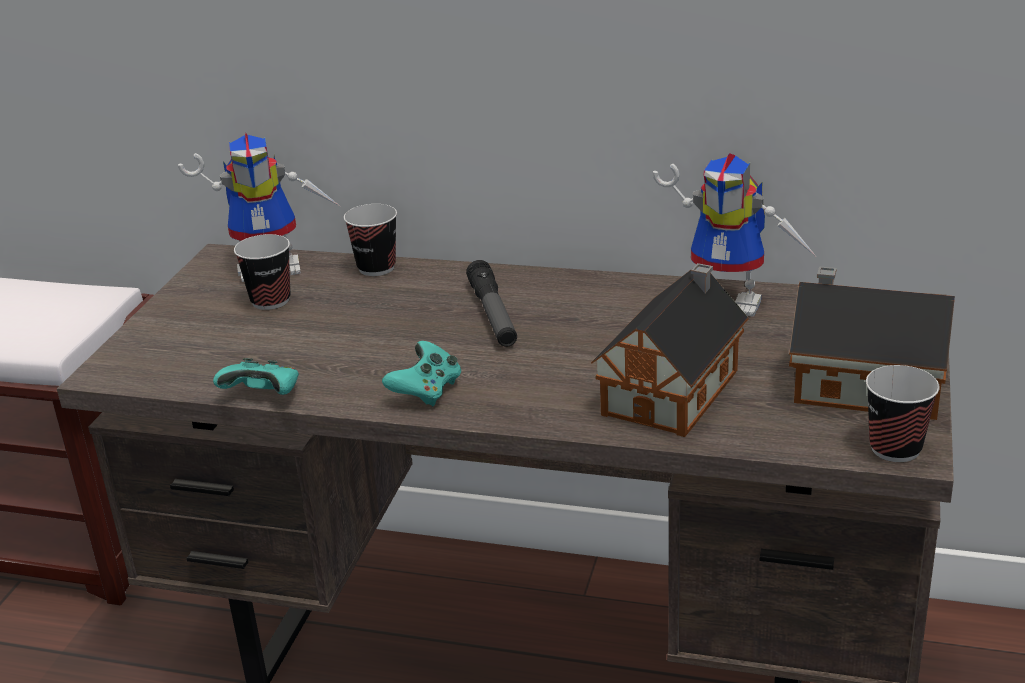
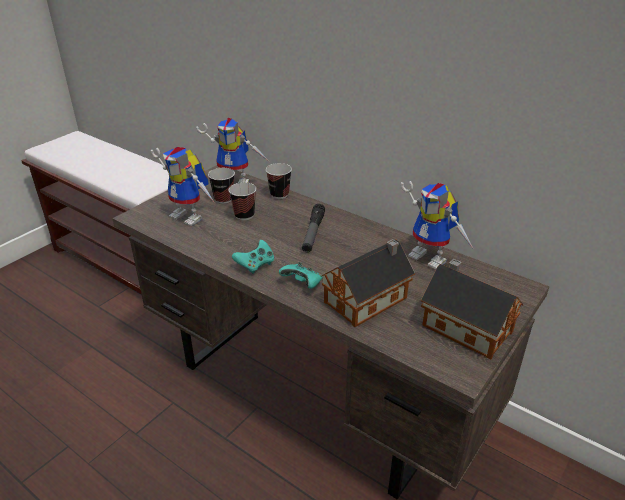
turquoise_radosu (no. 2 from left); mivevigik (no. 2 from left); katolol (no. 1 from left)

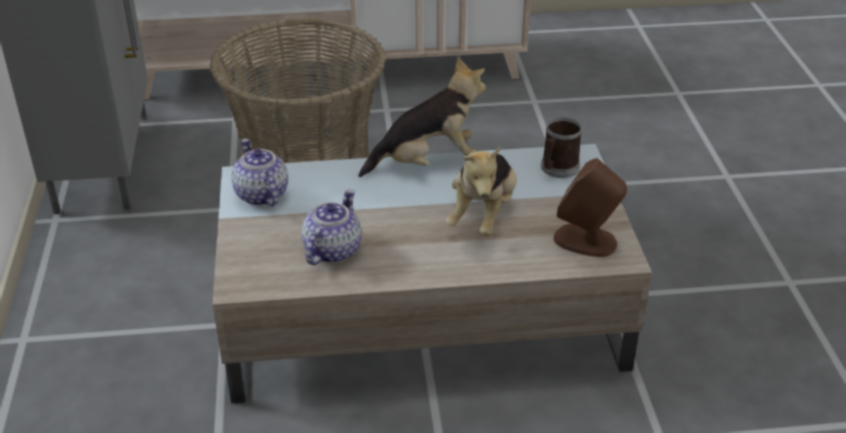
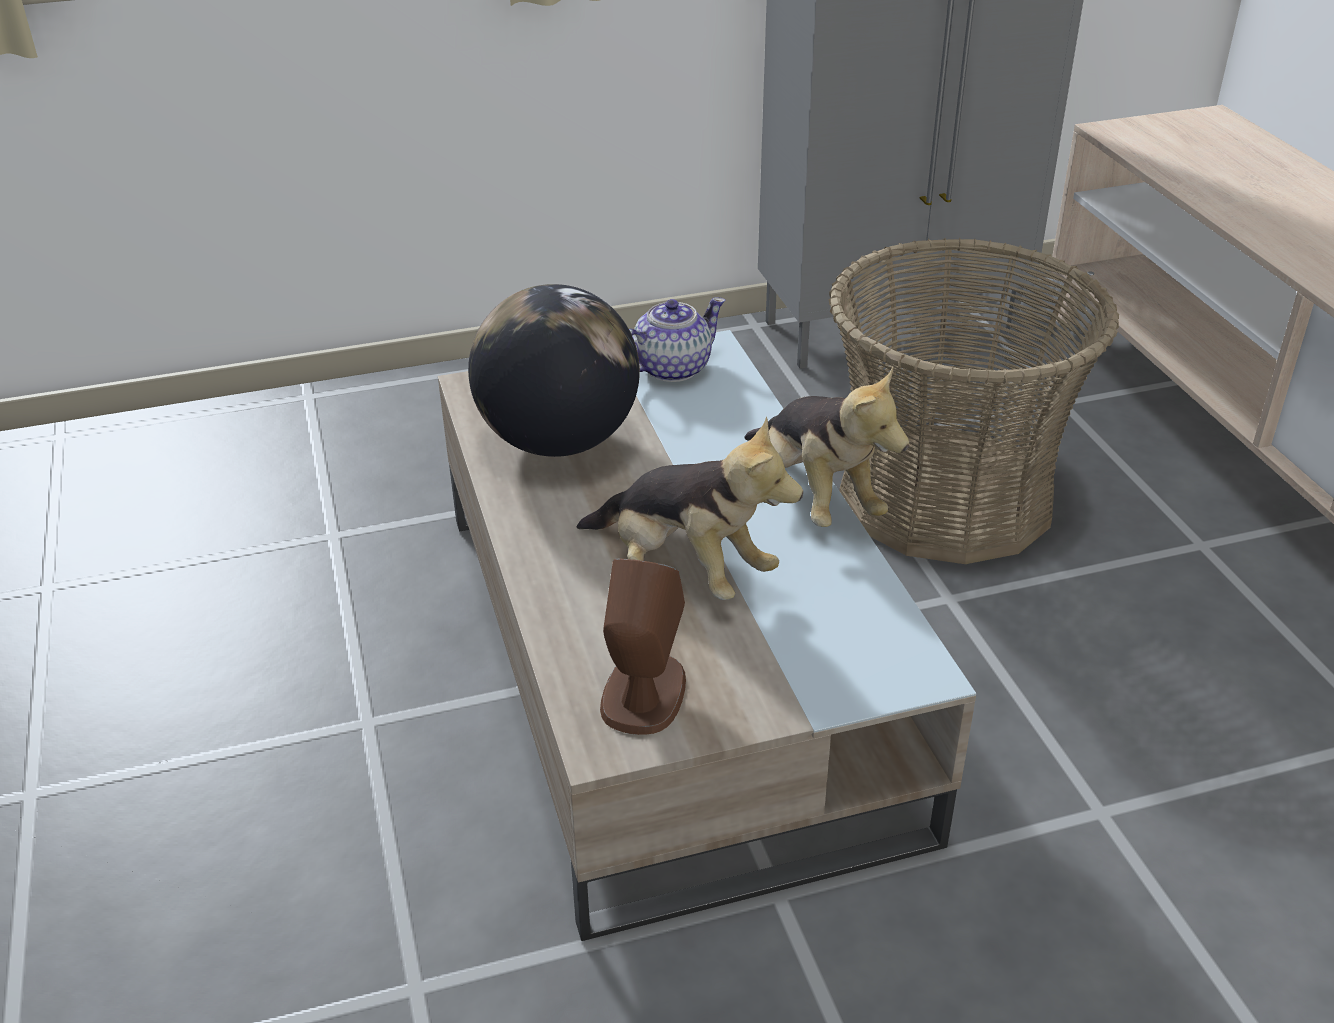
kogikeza; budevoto (no. 1 from left); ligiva

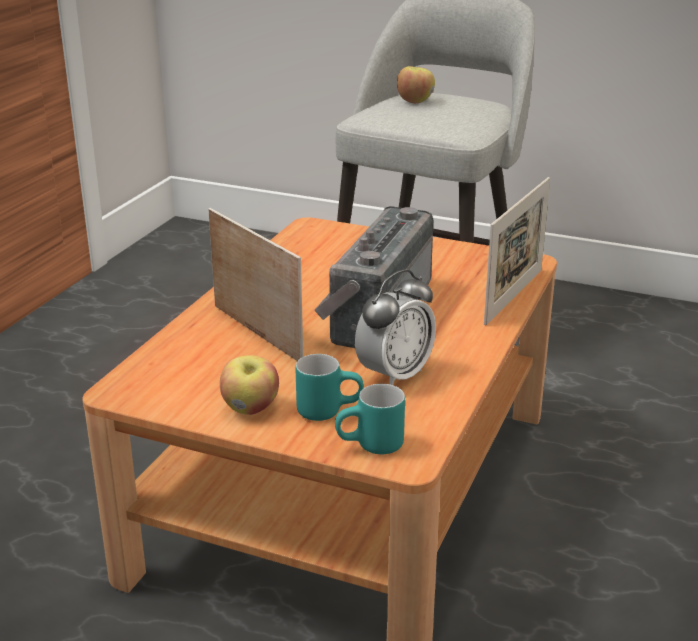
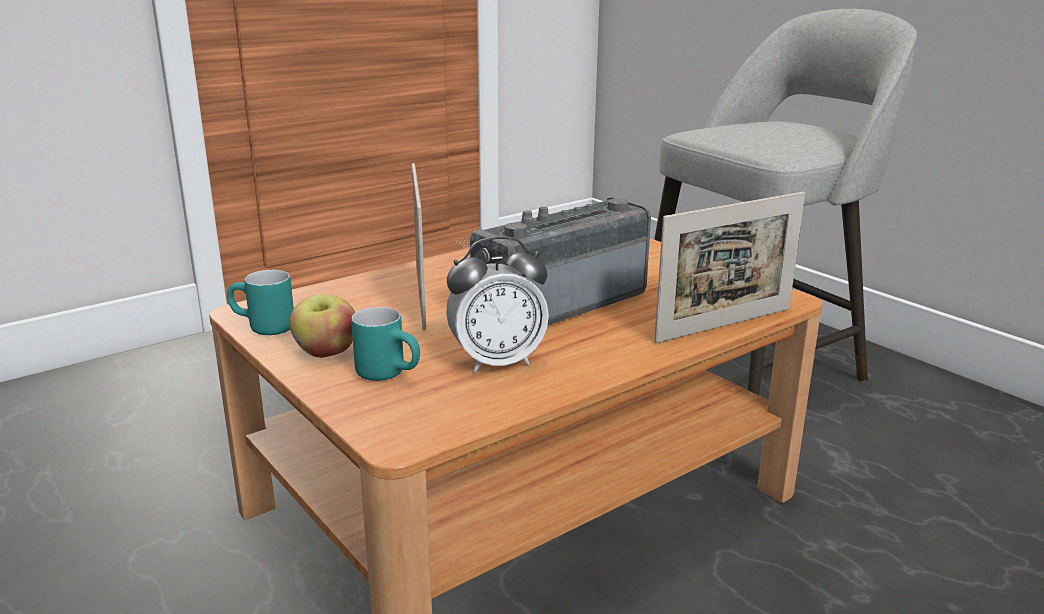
turquoise_ligiva (no. 1 from left); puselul (no. 2 from left in the first image)

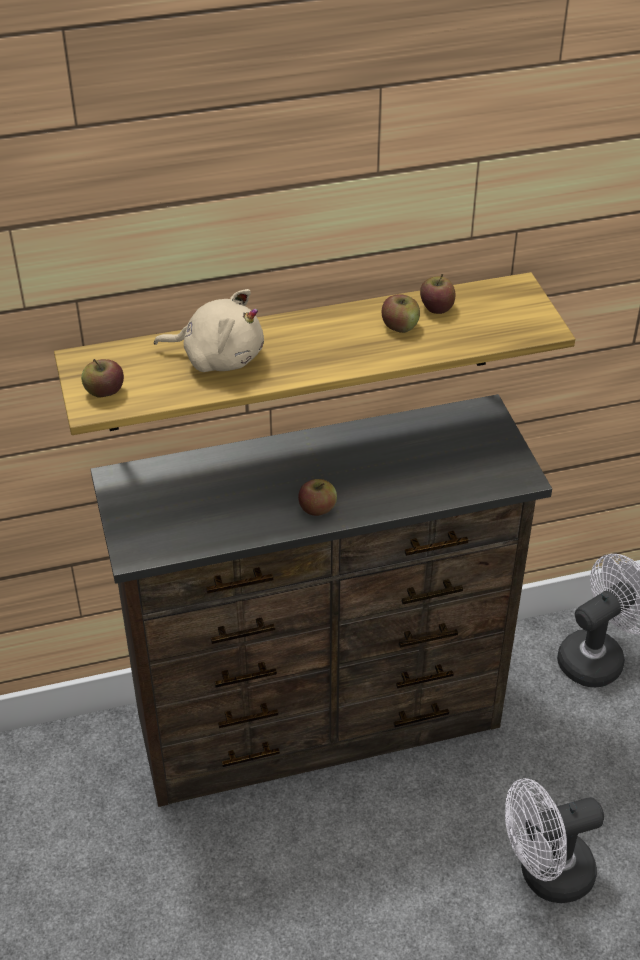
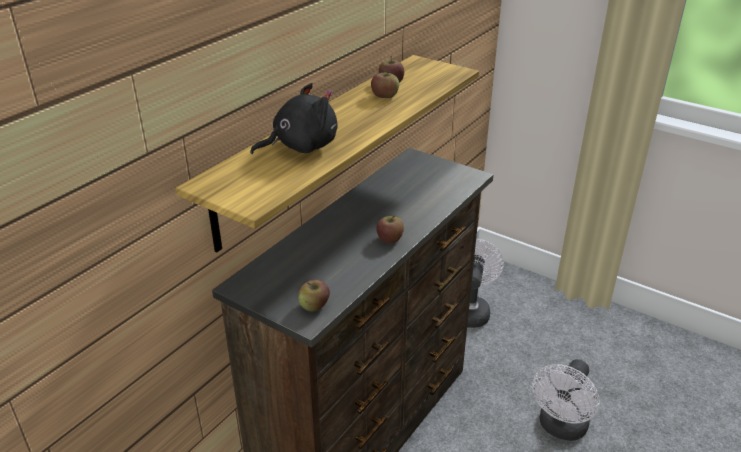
puselul (no. 1 from left); black_budevoto

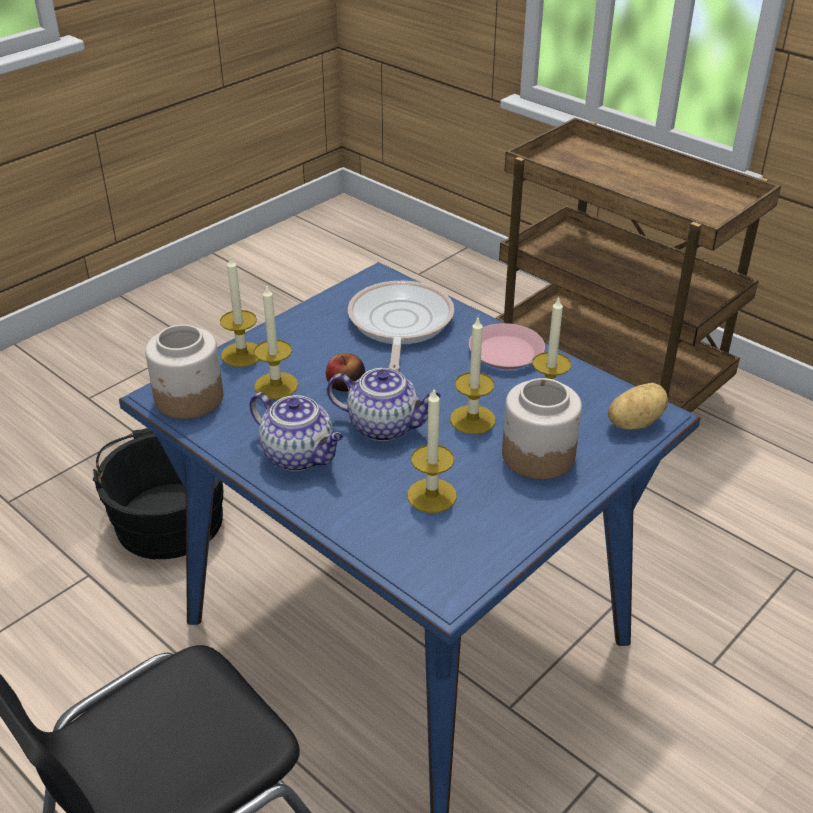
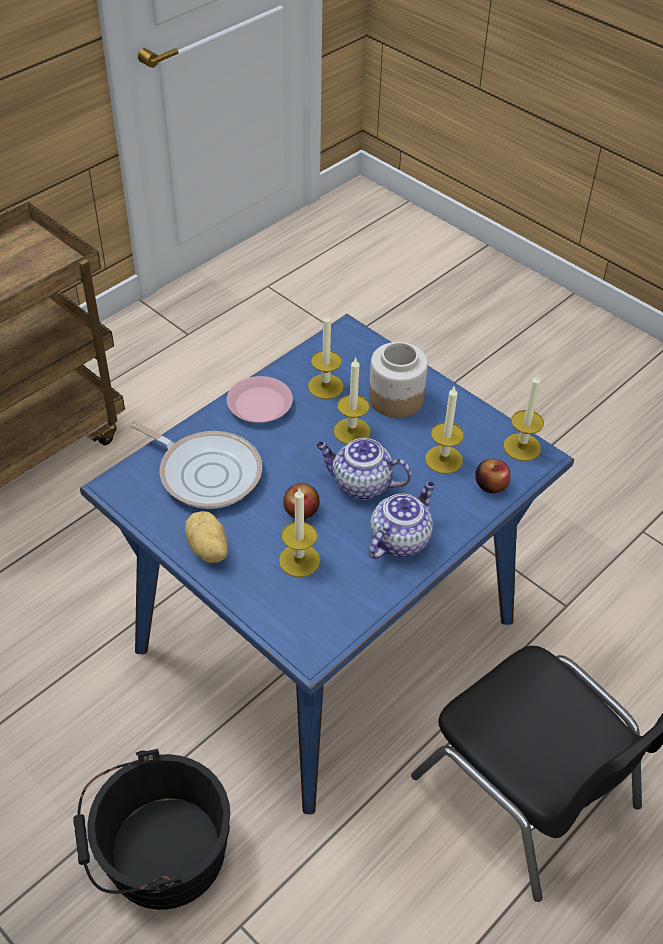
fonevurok (no. 1 from left in the first image); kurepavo (no. 5 from left); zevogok (no. 1 from left); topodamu; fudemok; puselul (no. 2 from left)

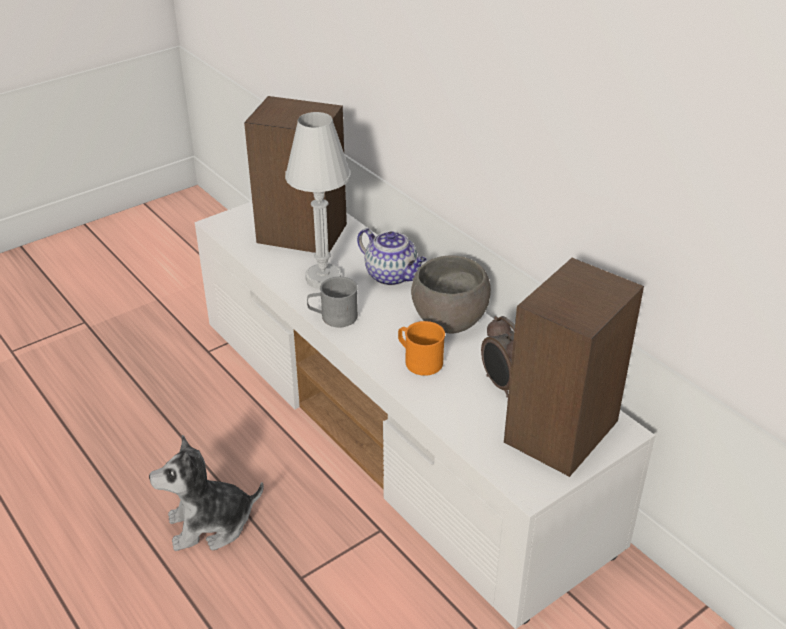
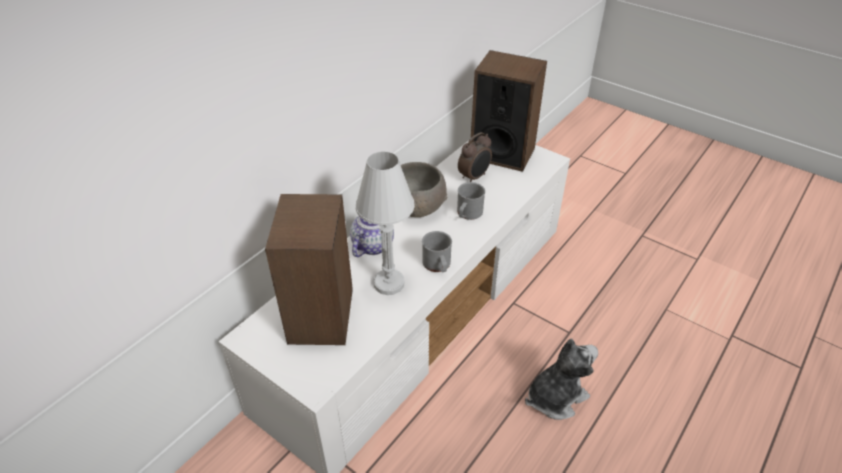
budevoto; grey_ligiva (no. 2 from left)

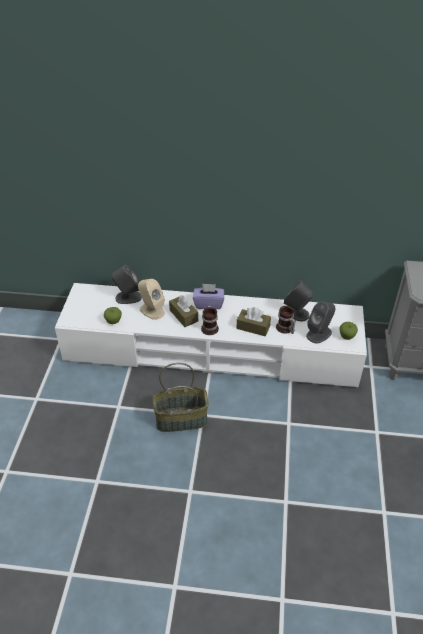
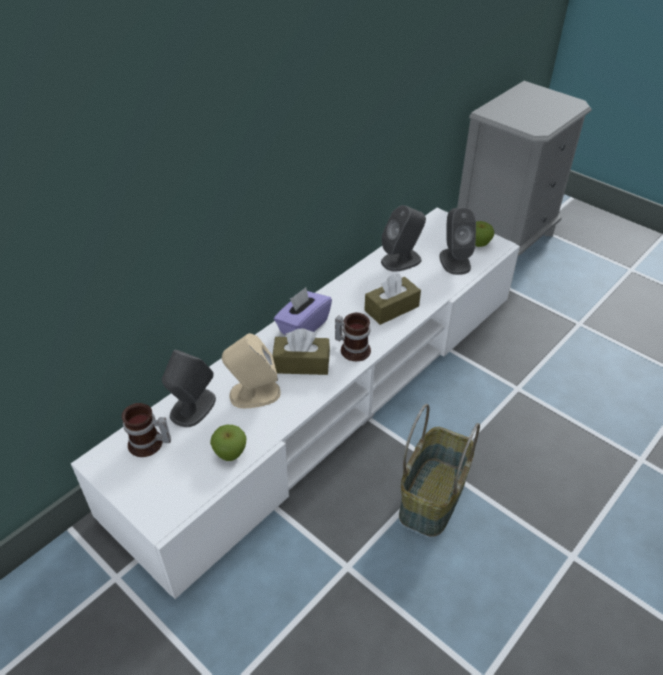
ligiva (no. 1 from left)

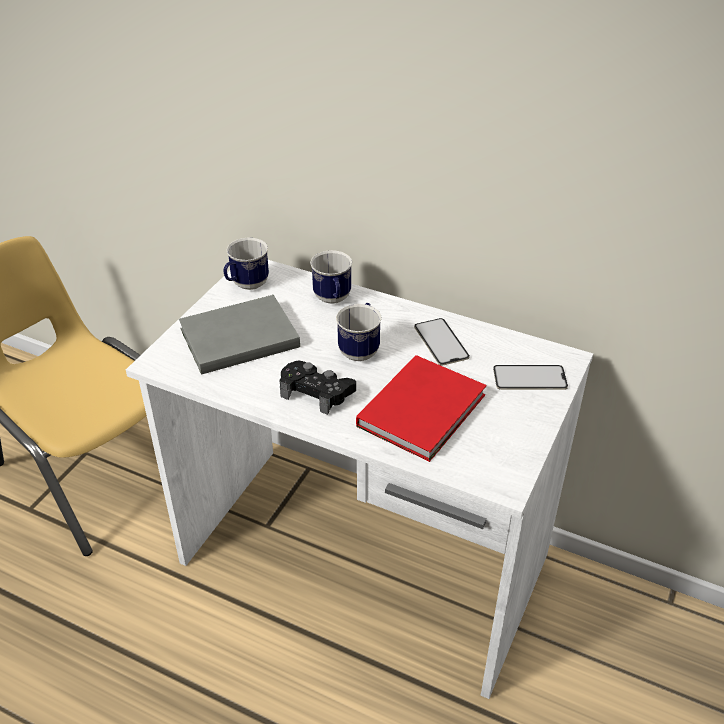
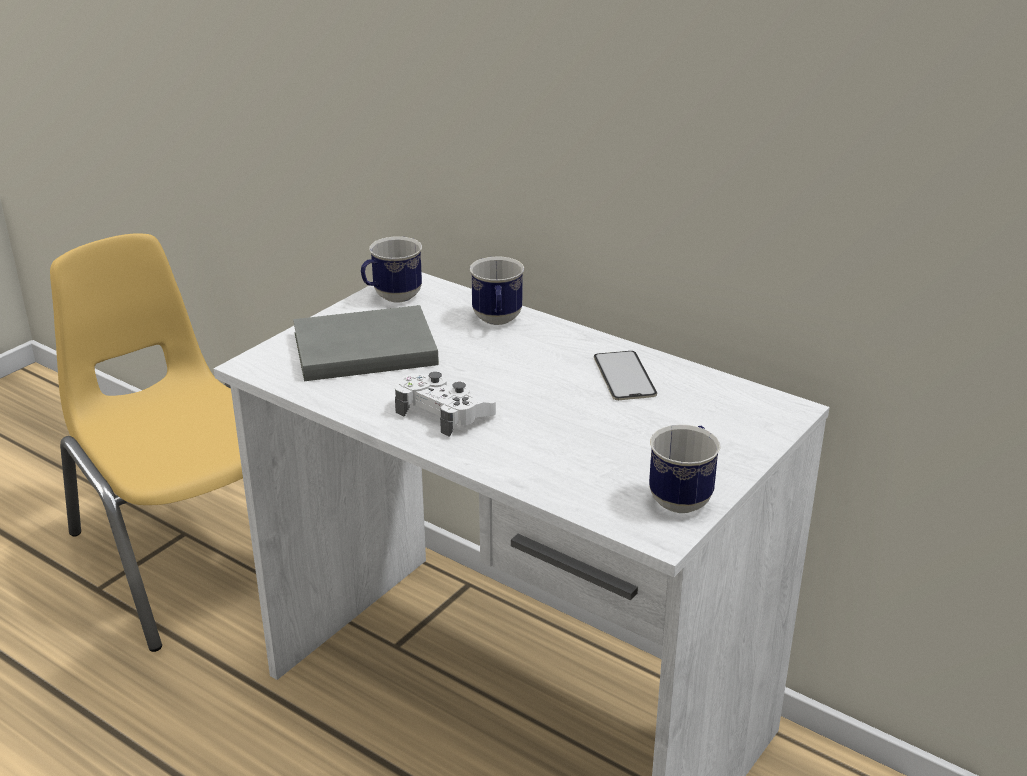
white_radosu; ligiva (no. 3 from left); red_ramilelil; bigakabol (no. 2 from left in the first image)

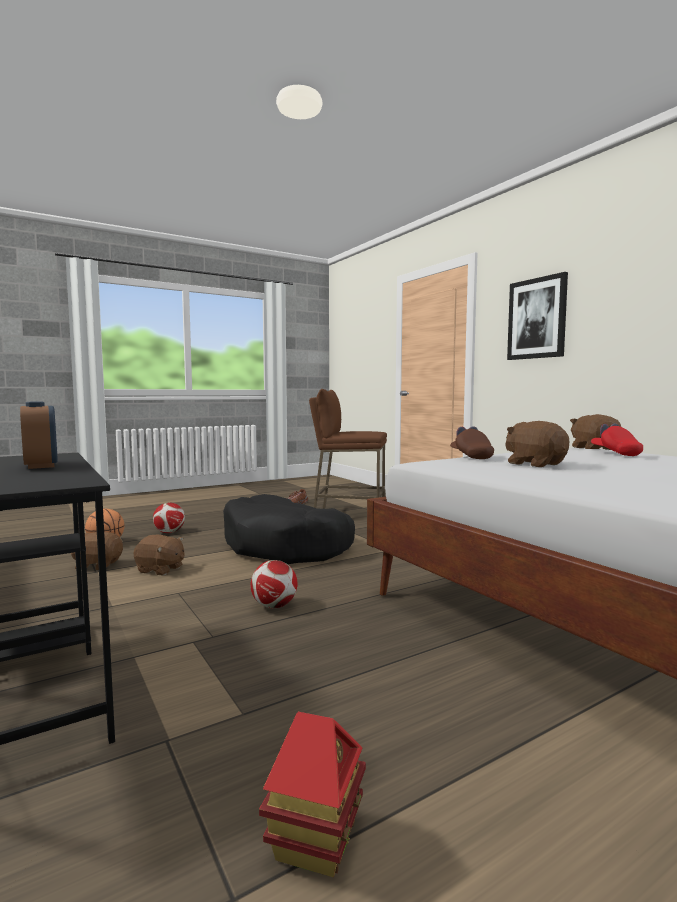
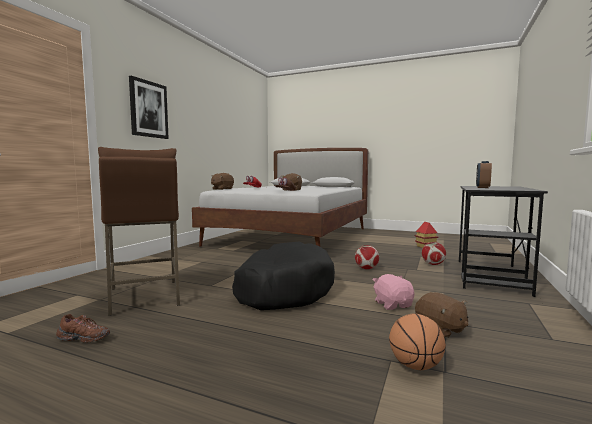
pink_budevoto; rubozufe (no. 2 from left)

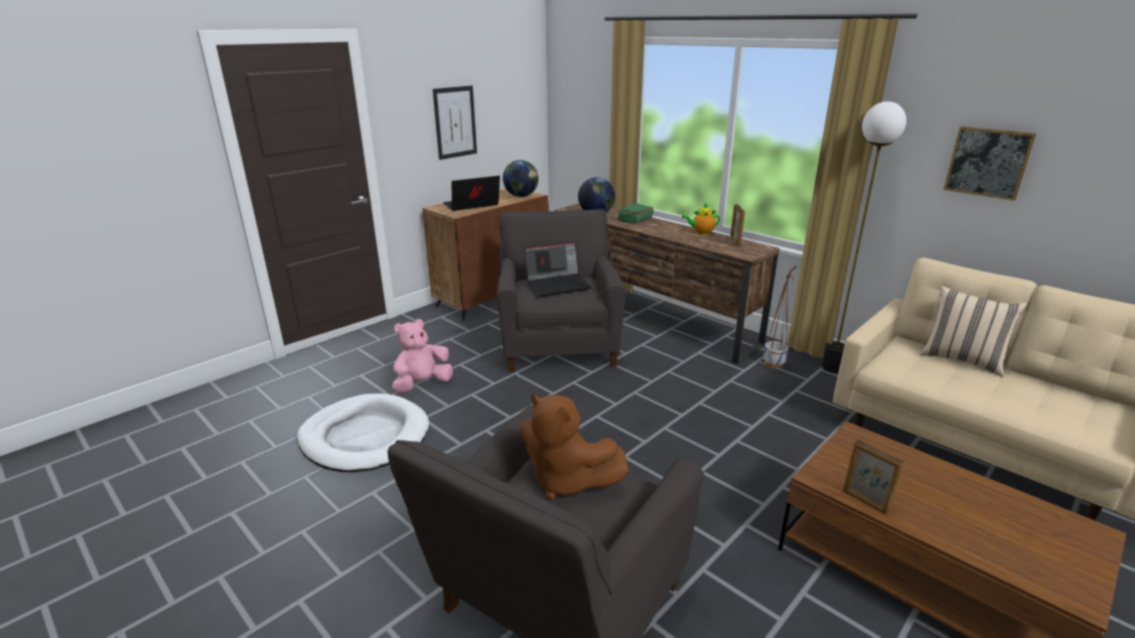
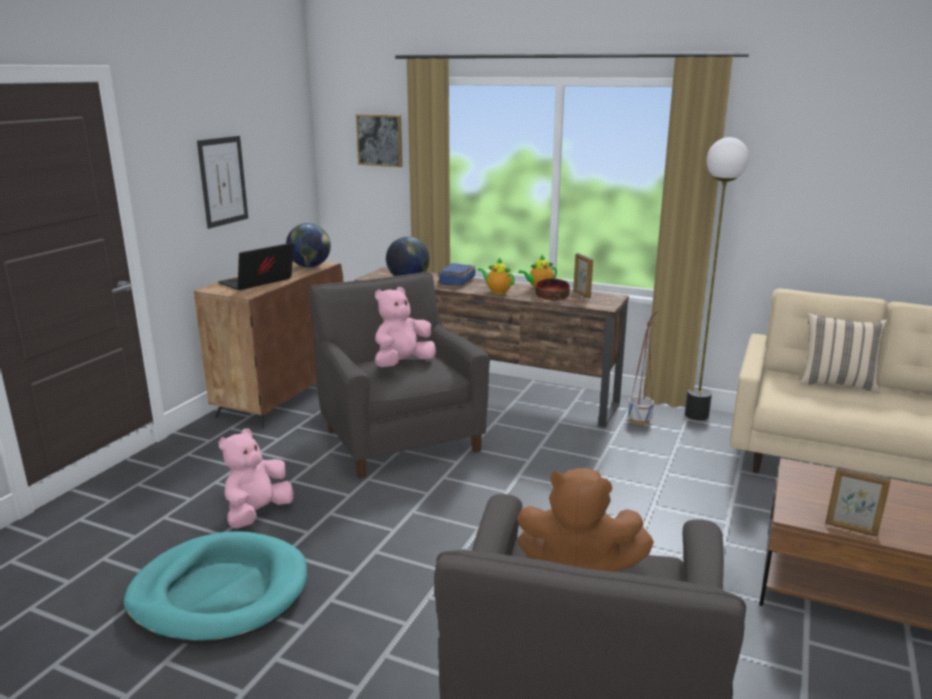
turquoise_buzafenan; pink_budevoto (no. 2 from left); blue_ramilelil; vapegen (no. 2 from left); zevogok (no. 1 from left); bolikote

